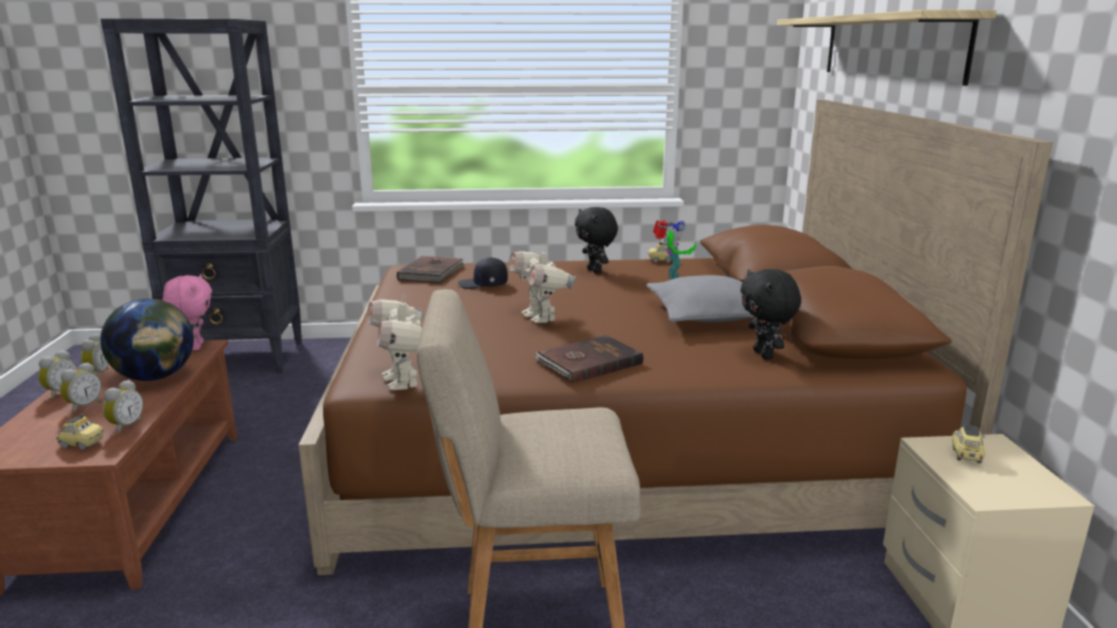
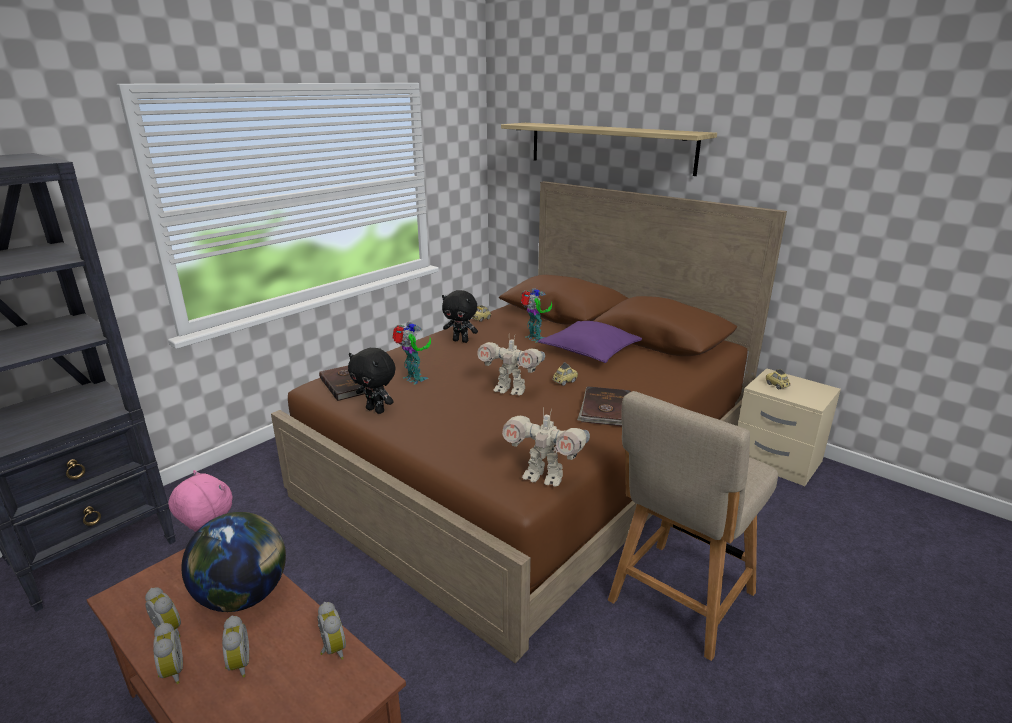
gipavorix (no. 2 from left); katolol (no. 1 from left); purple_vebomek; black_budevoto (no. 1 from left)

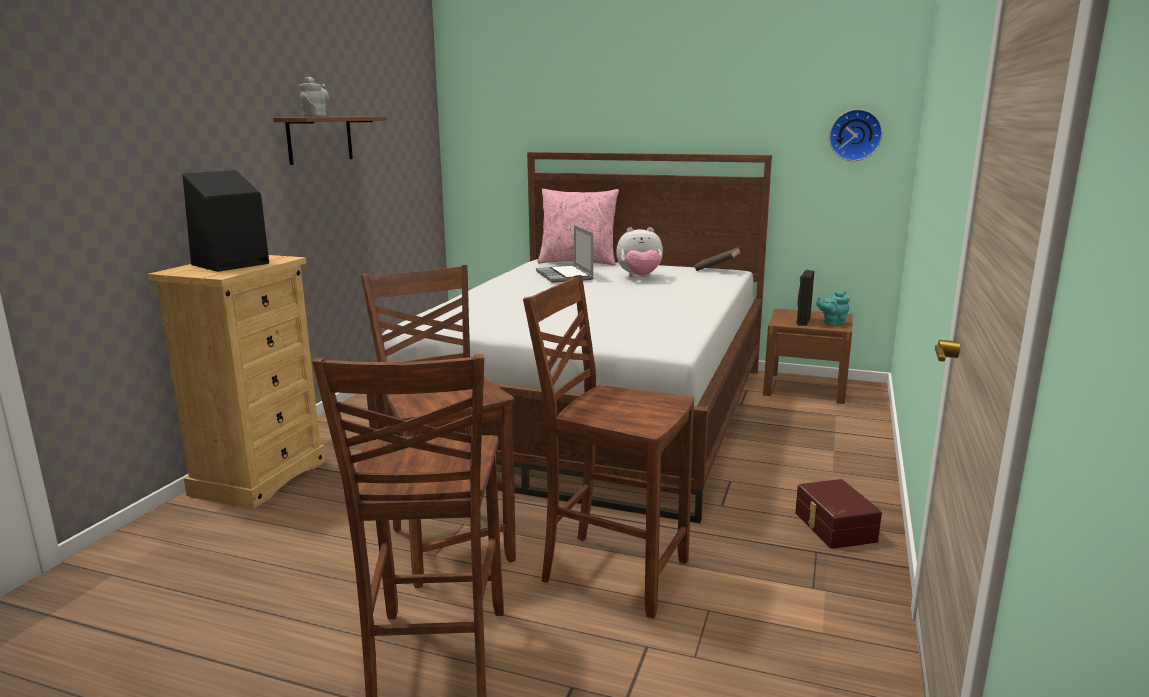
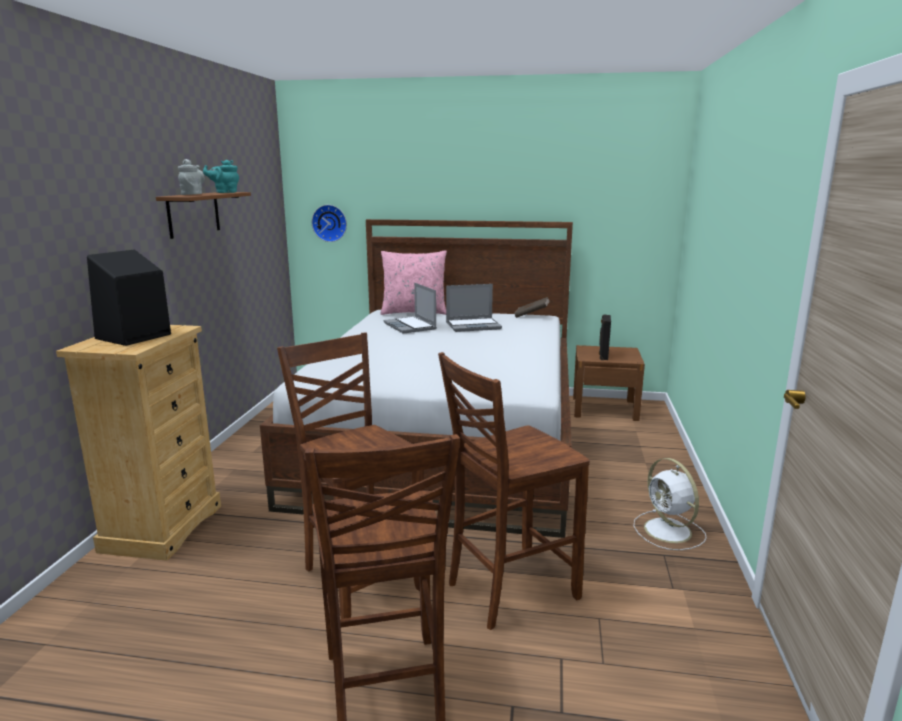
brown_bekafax (no. 3 from left); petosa (no. 2 from left); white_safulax; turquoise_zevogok; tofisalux

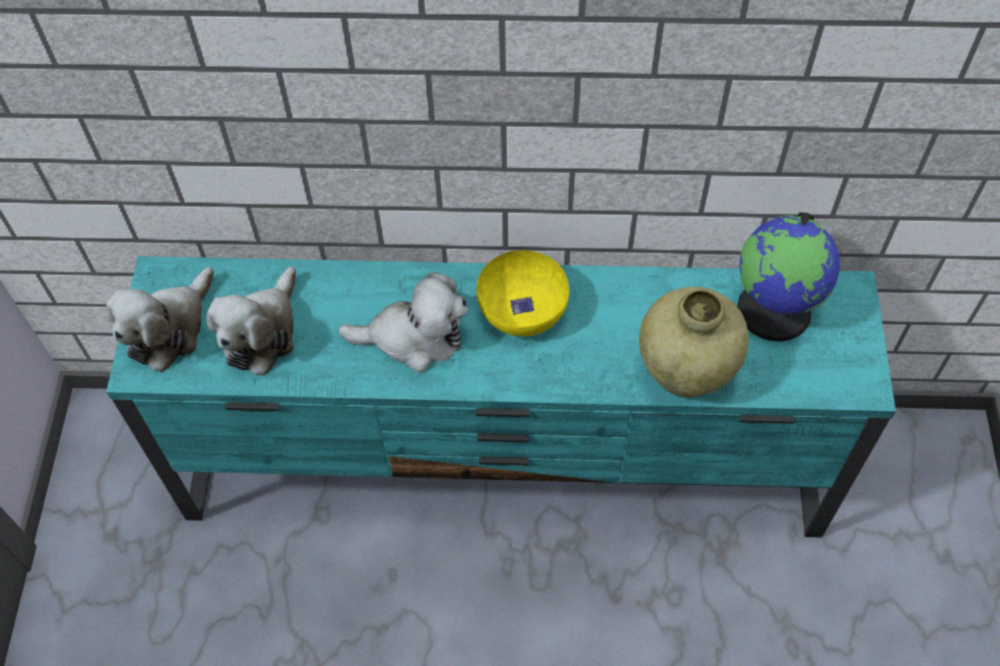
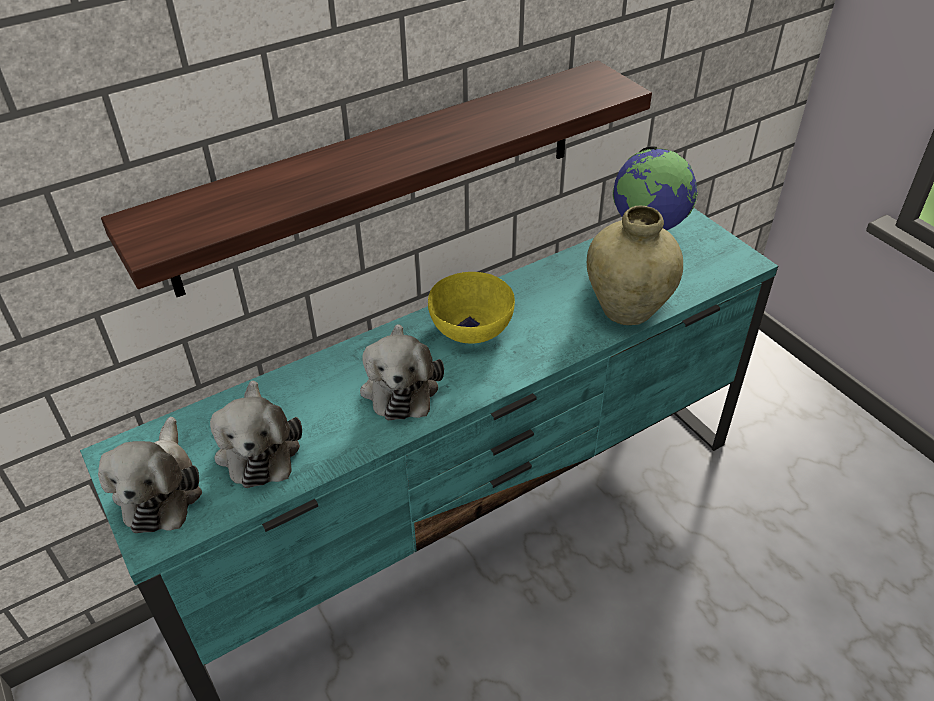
budevoto (no. 3 from left); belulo

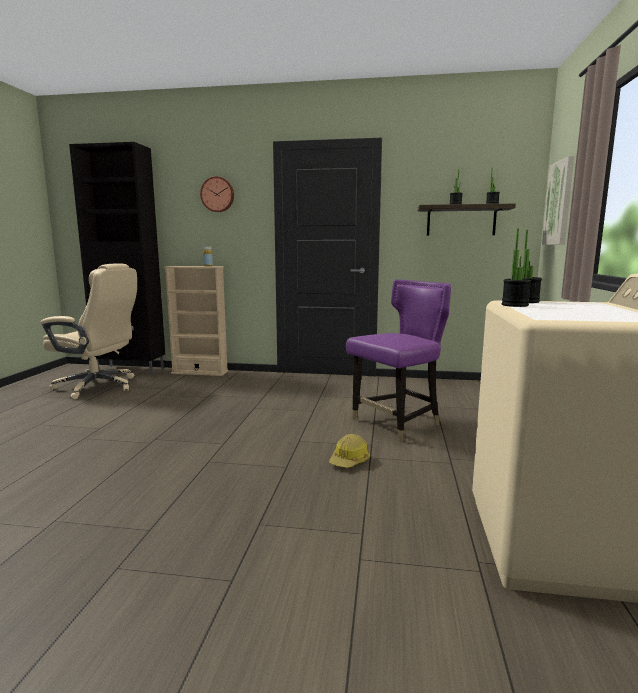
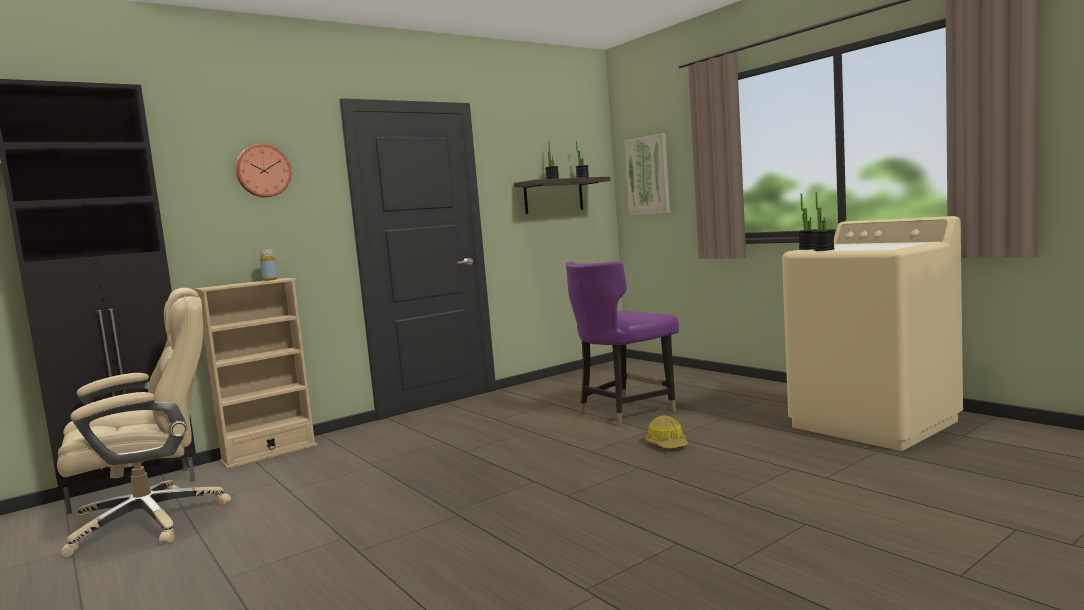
purple_bekafax

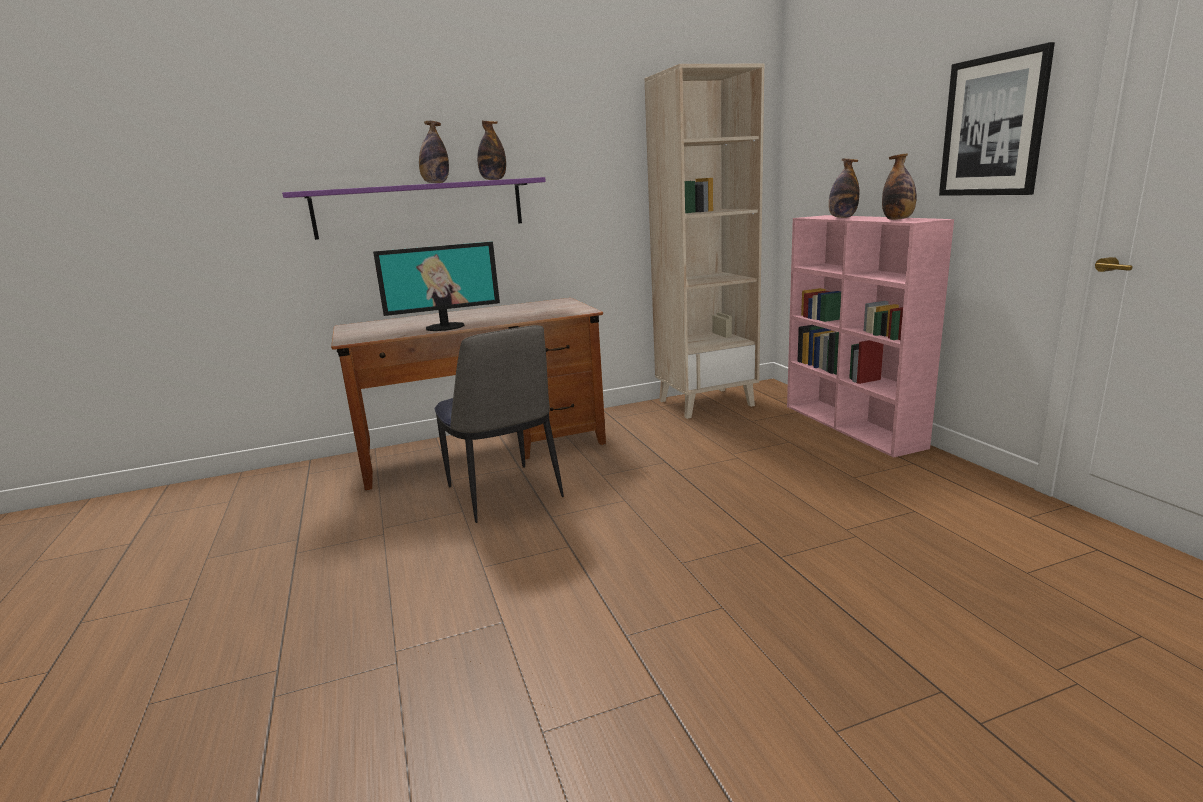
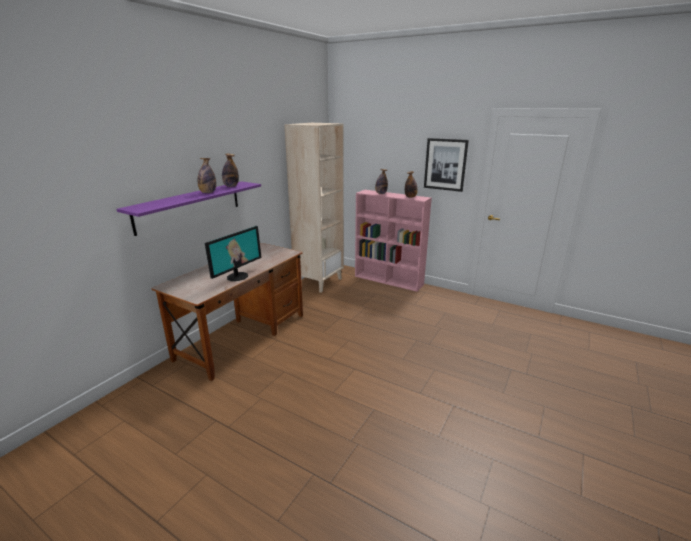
bekafax

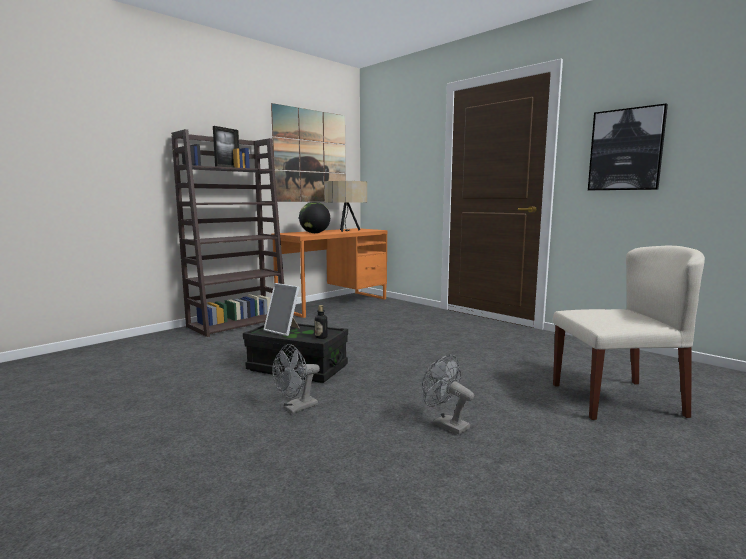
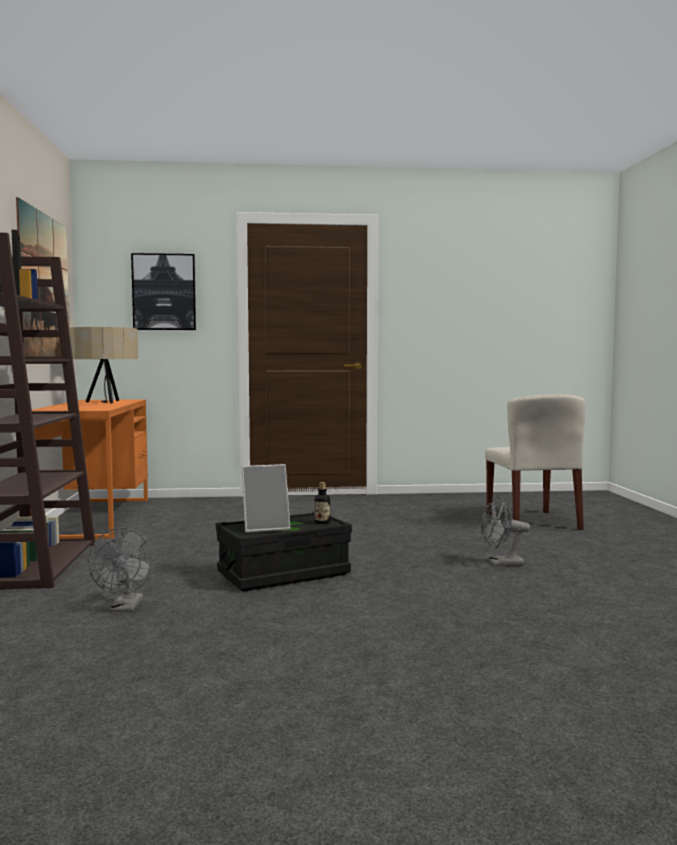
grey_safulax (no. 1 from left); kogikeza; beige_bekafax; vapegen (no. 2 from left)

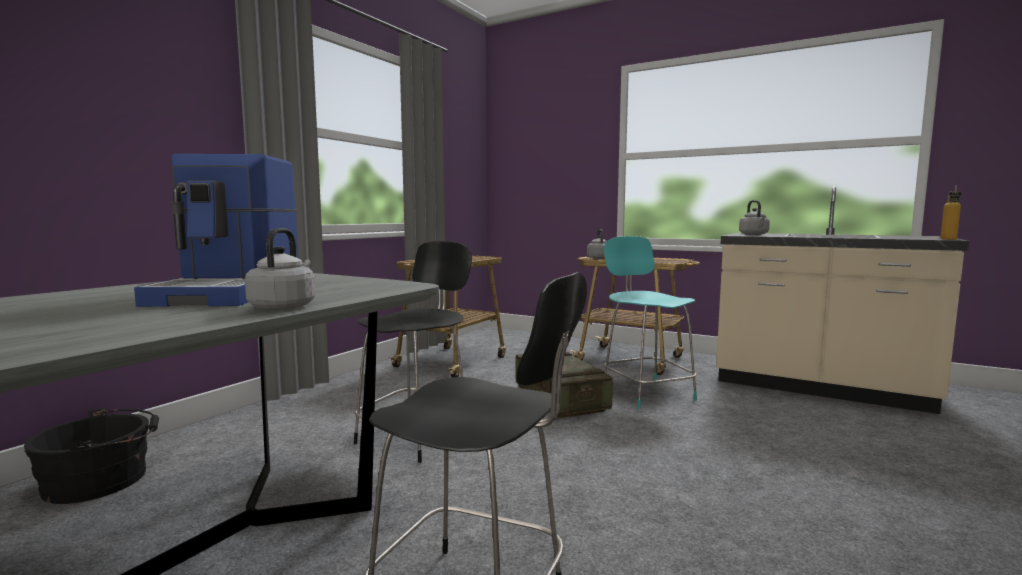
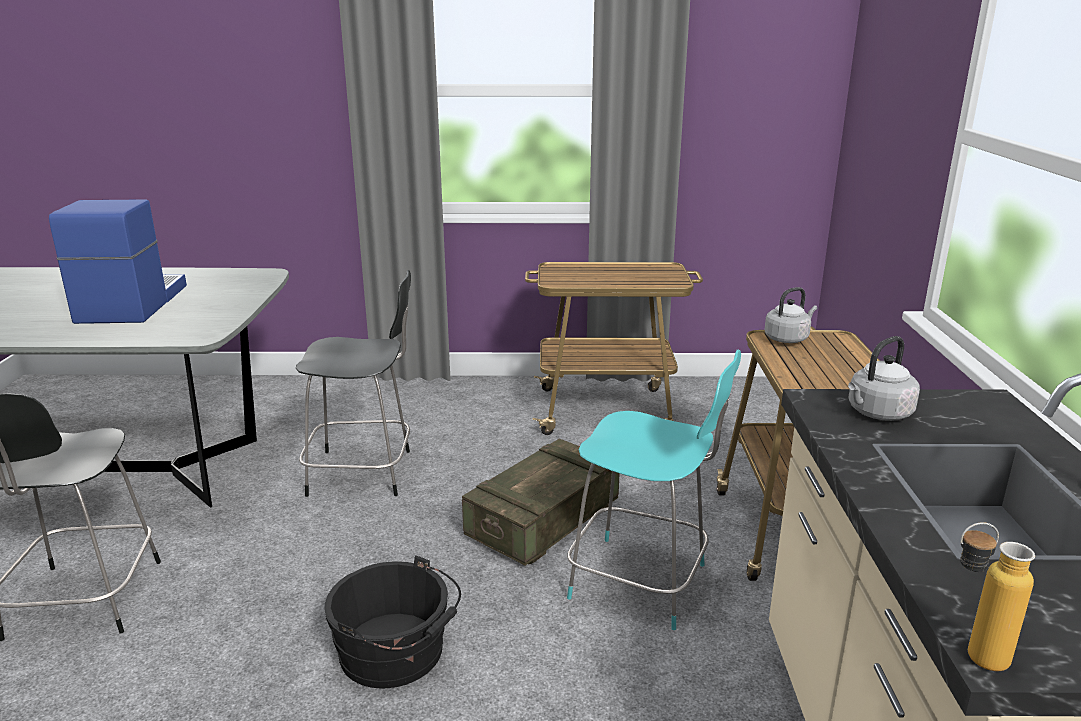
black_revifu; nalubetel; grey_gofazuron (no. 1 from left in the first image); turquoise_bekafax

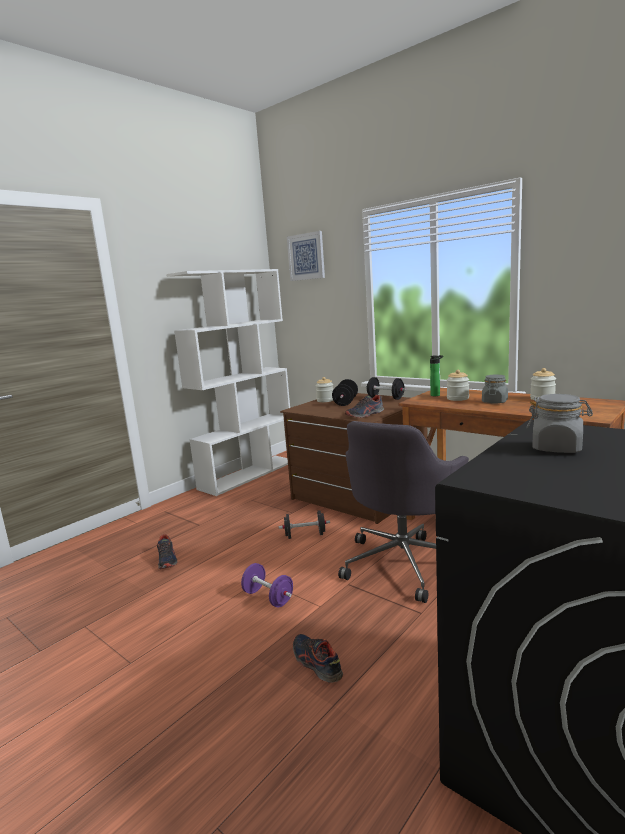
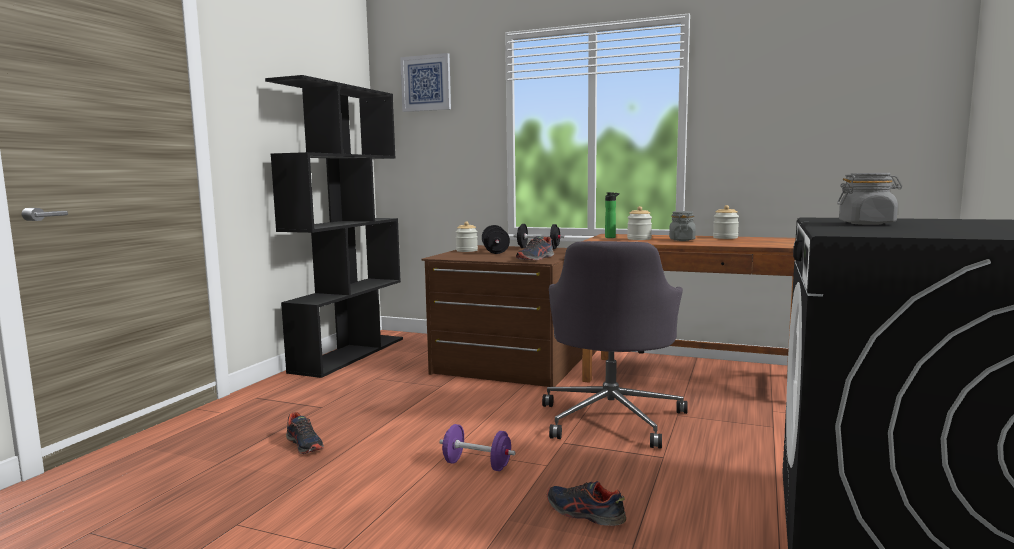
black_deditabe; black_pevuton (no. 1 from left in the first image)

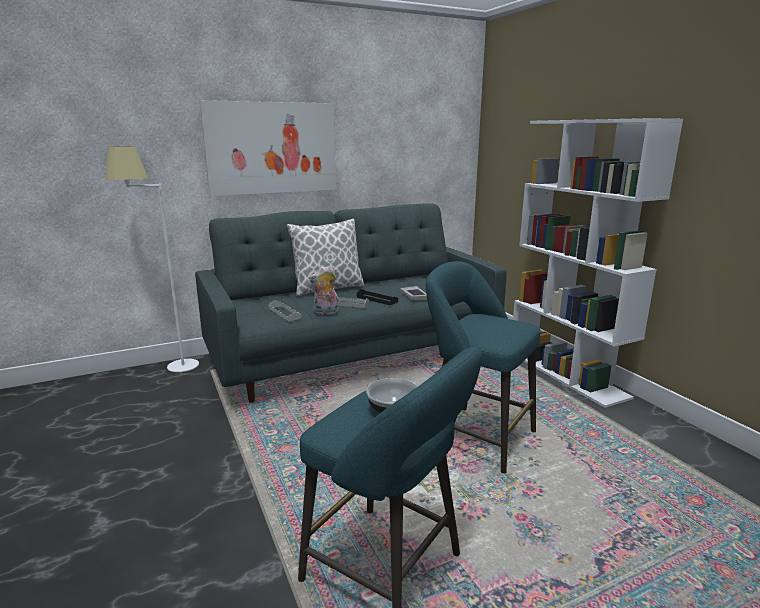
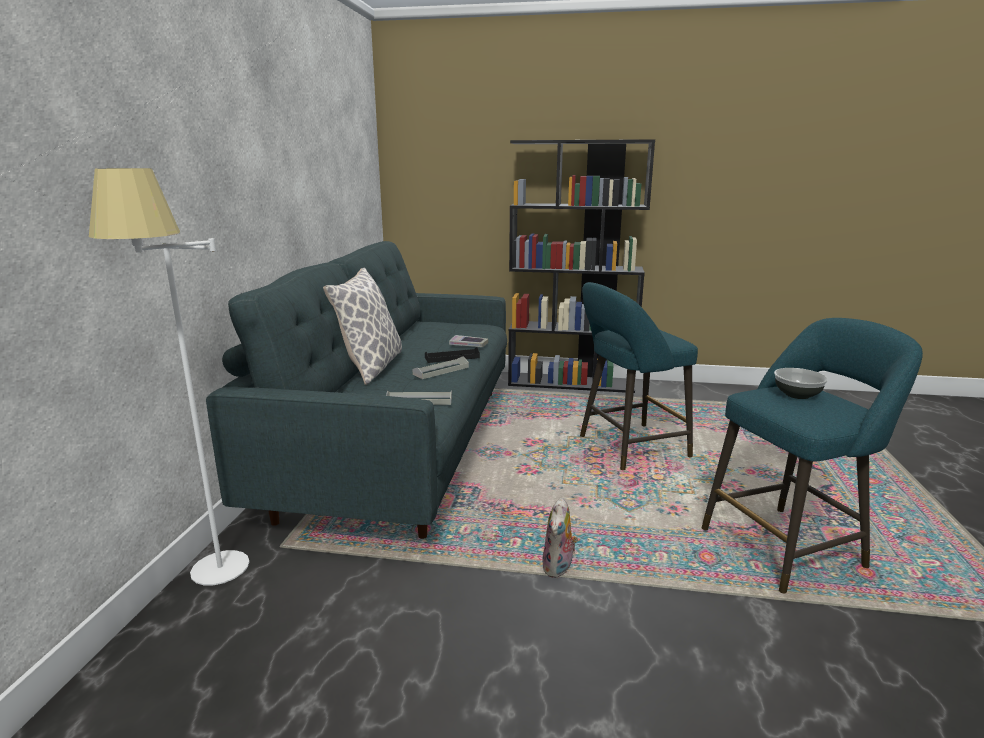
vapegen; budevoto; black_deditabe

